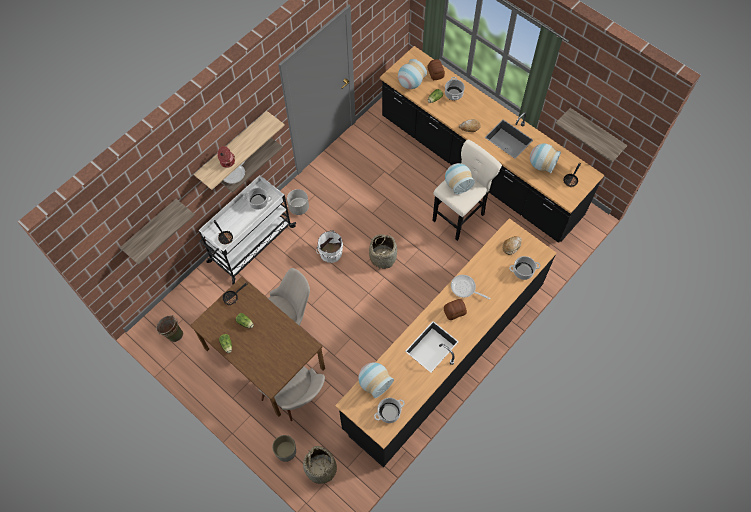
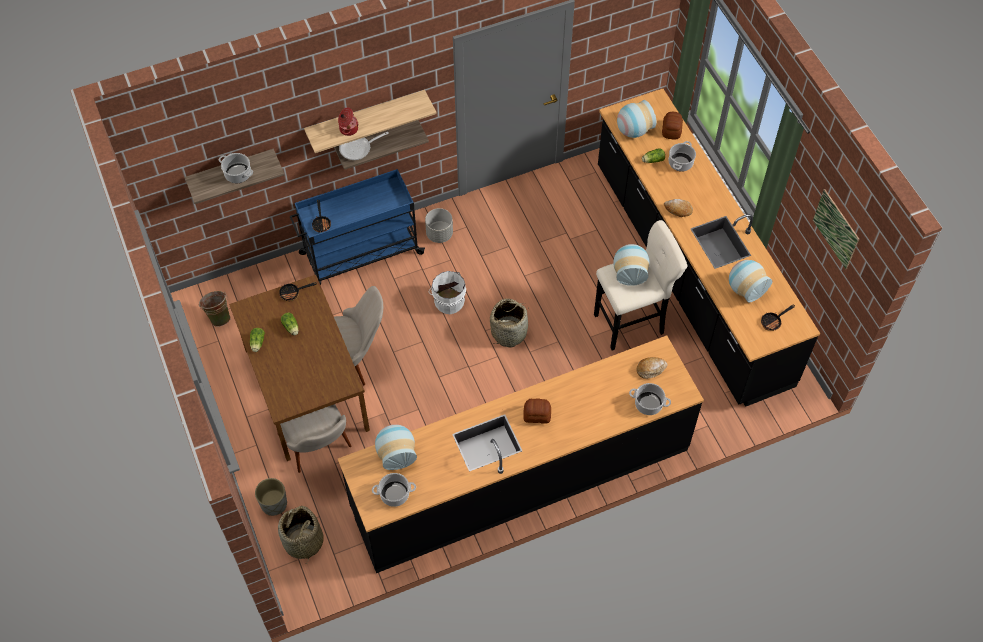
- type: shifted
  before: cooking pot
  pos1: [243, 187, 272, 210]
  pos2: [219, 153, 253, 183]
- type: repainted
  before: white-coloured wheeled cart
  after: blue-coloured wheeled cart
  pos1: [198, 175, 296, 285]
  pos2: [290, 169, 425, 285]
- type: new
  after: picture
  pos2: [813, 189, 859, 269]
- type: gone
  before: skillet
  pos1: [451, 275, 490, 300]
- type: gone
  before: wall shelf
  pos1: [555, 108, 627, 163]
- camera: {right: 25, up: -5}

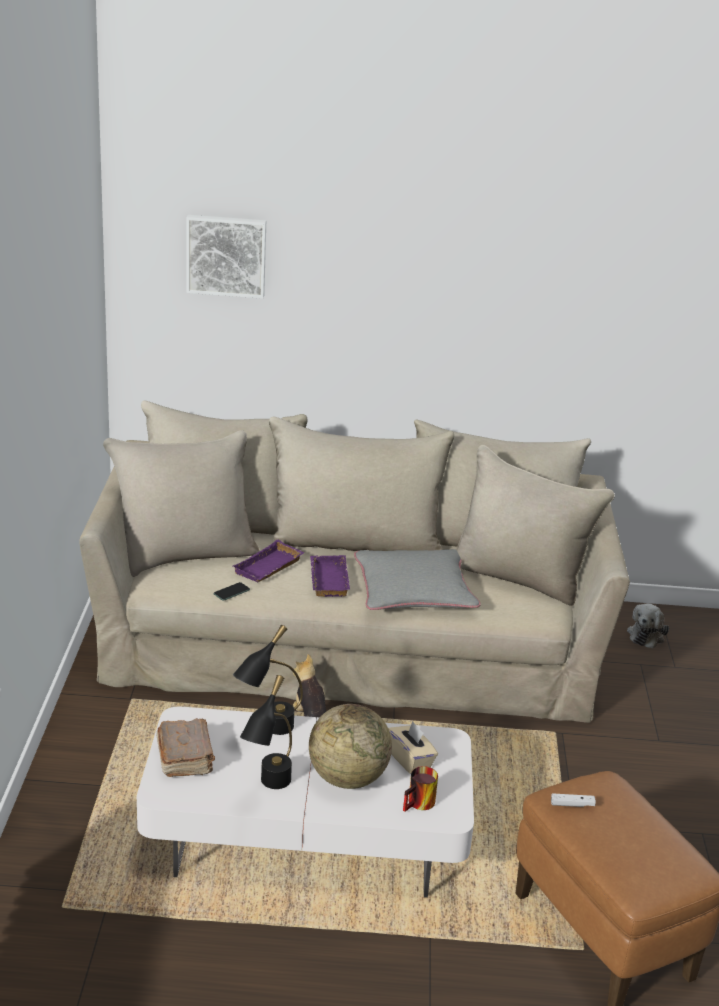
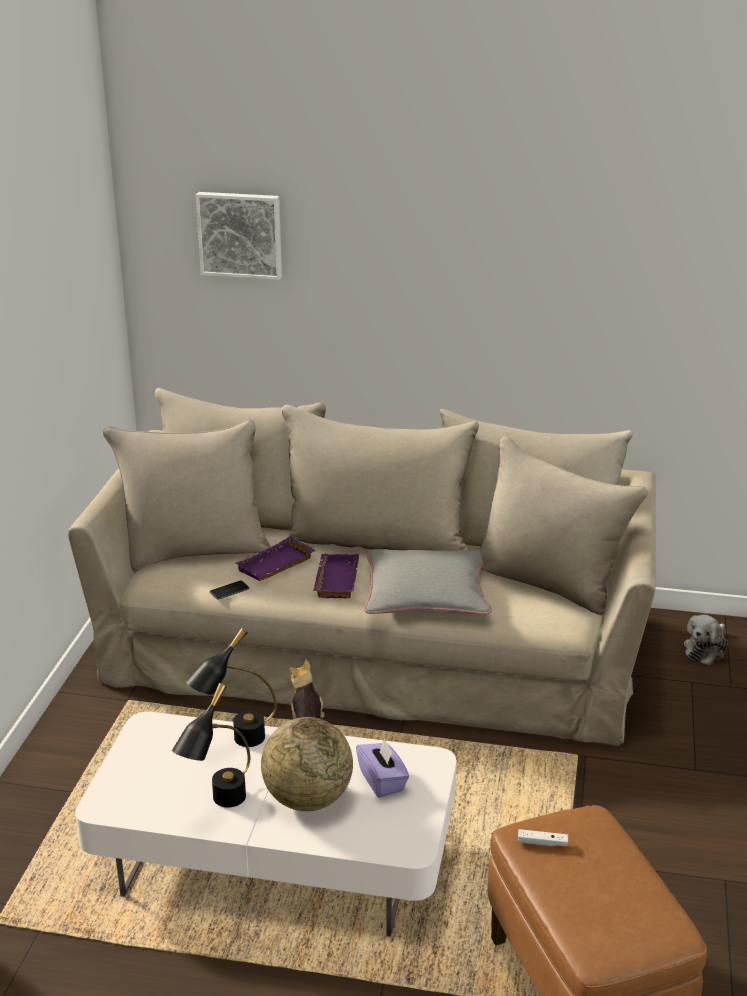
- type: repainted
  before: sand-coloured tissue box
  after: purplish tissue box
  pos1: [388, 721, 438, 774]
  pos2: [356, 738, 409, 798]
- type: gone
  before: brown bound book
  pos1: [156, 718, 215, 777]
- type: gone
  before: coffee mug
  pos1: [403, 766, 438, 812]
- camera: {right: 10, up: 0}

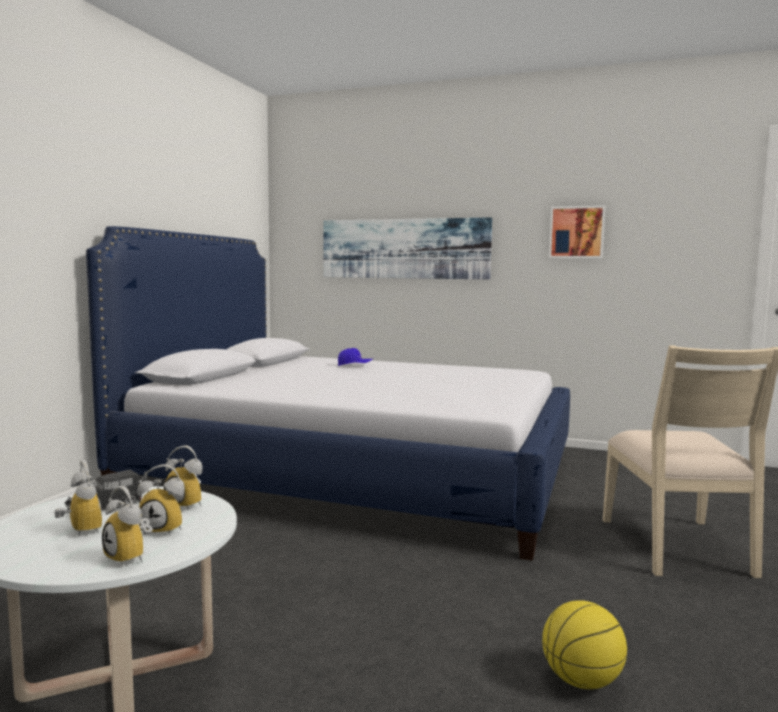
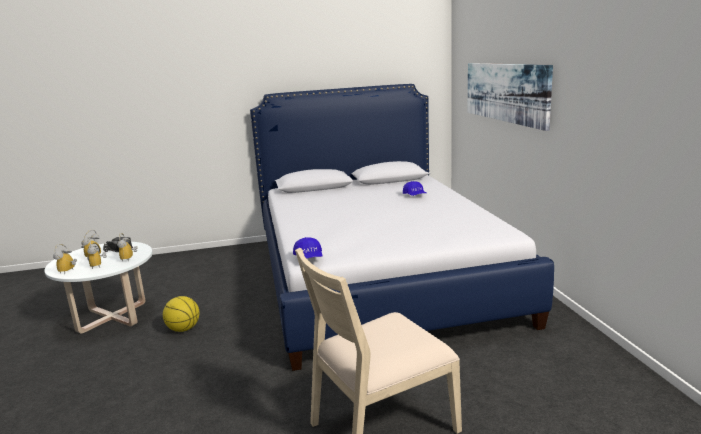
- type: shifted
  before: basketball
  pos1: [542, 600, 627, 689]
  pos2: [163, 296, 200, 332]
- type: new
  after: blue-coloured baseball cap
  pos2: [293, 237, 323, 259]
- type: gone
  before: picture
  pos1: [549, 205, 605, 258]
- camera: {right: 60, up: 10}

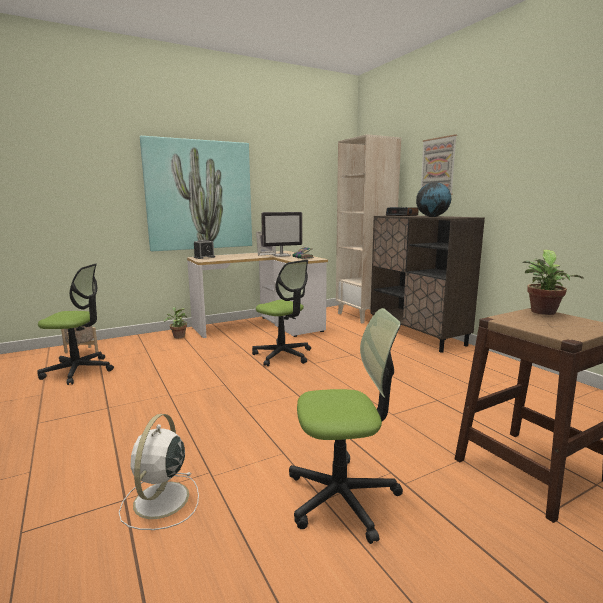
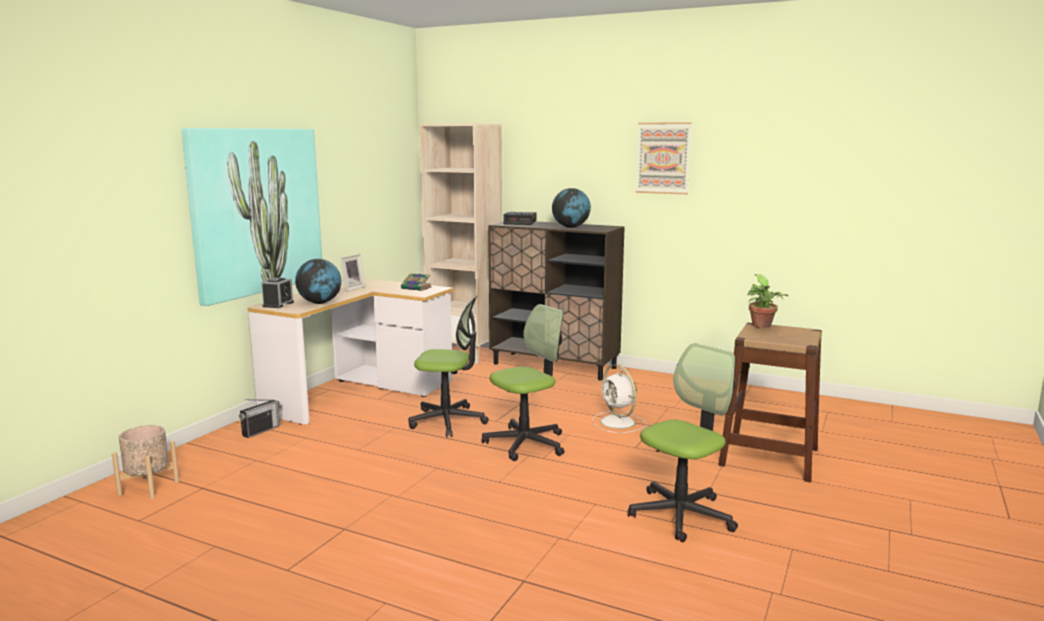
- type: swapped
  before: plant in a pot
  after: radio set
  pos1: [164, 307, 187, 338]
  pos2: [239, 399, 281, 438]
- type: new
  after: globe
  pos2: [295, 259, 341, 304]
- type: shifted
  before: office chair
  pos1: [37, 263, 114, 385]
  pos2: [481, 304, 565, 461]
- type: shifted
  before: white-coloured fan
  pos1: [119, 414, 199, 530]
  pos2: [592, 364, 646, 433]
- type: shifted
  before: picture
  pos1: [421, 134, 457, 195]
  pos2: [636, 122, 691, 194]
- type: gone
  before: monitor
  pos1: [261, 212, 302, 257]
- camera: {right: -35, up: 0}

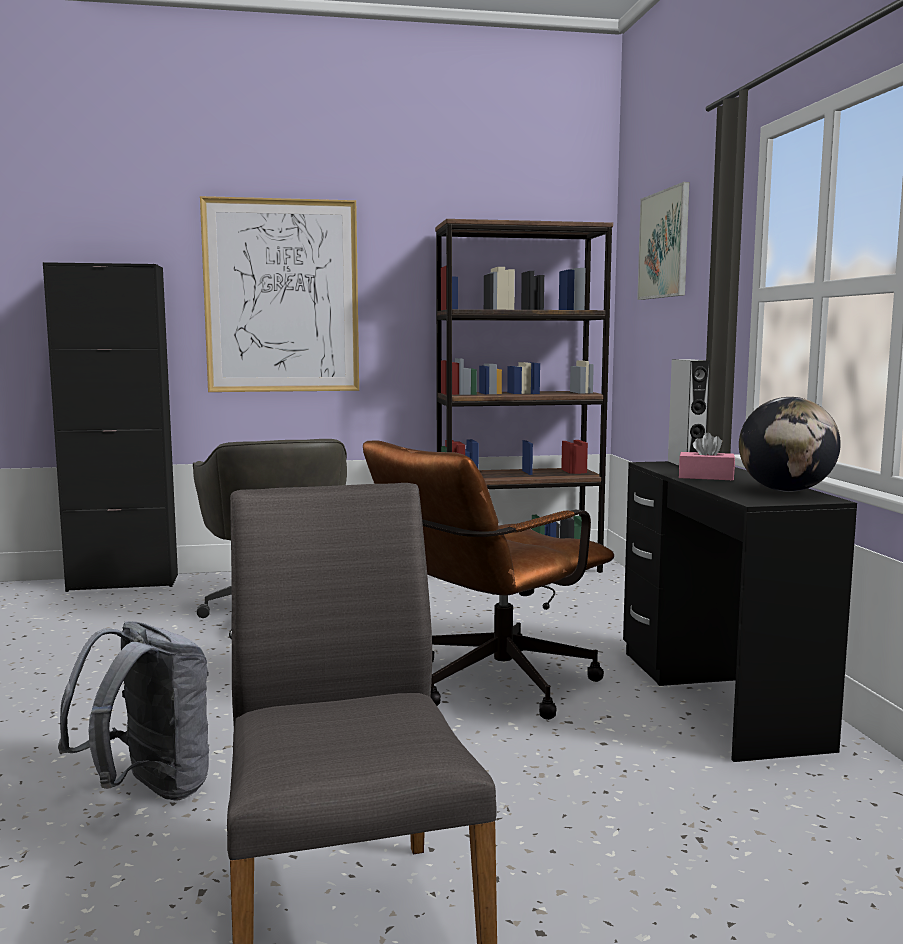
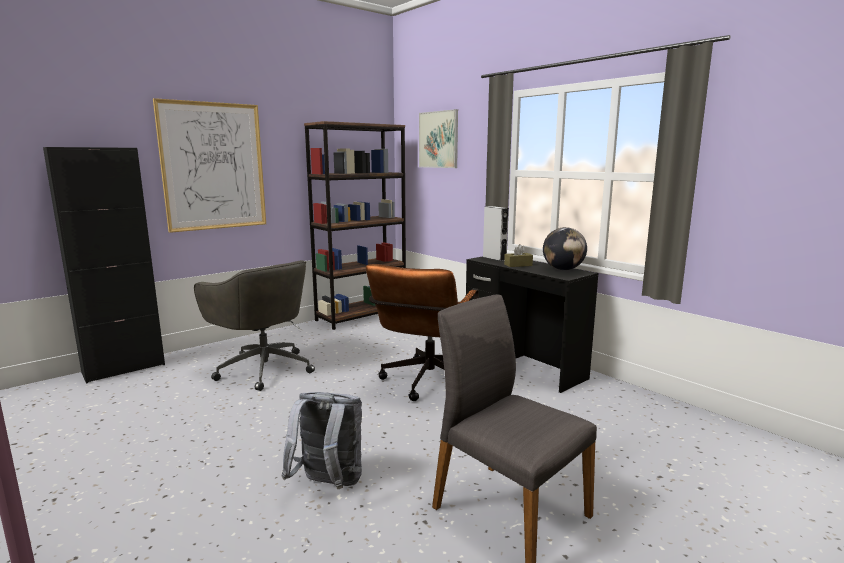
- type: repainted
  before: pink tissue box
  after: brown tissue box
  pos1: [679, 433, 735, 480]
  pos2: [504, 244, 533, 267]
- camera: {right: -30, up: 5}

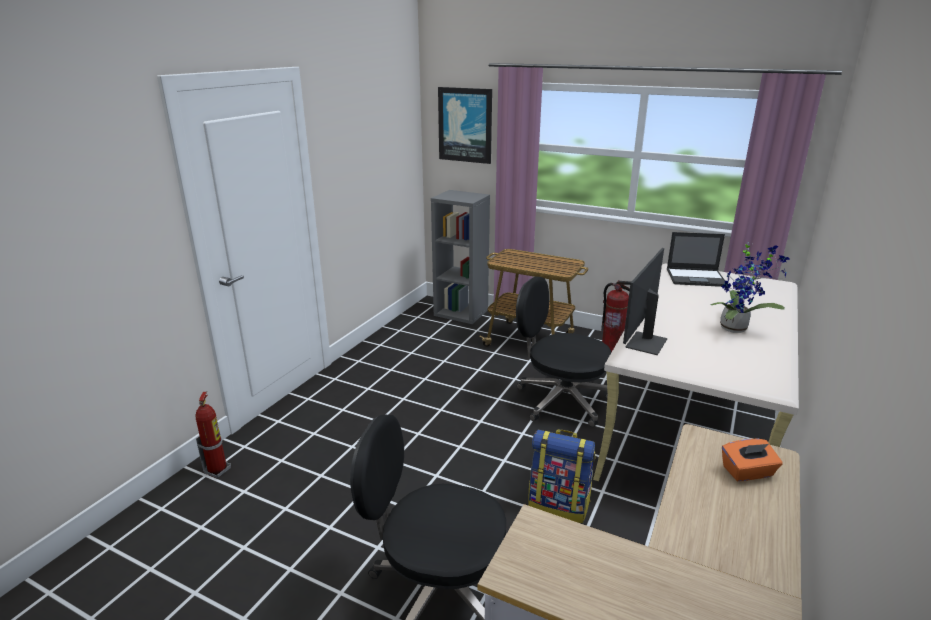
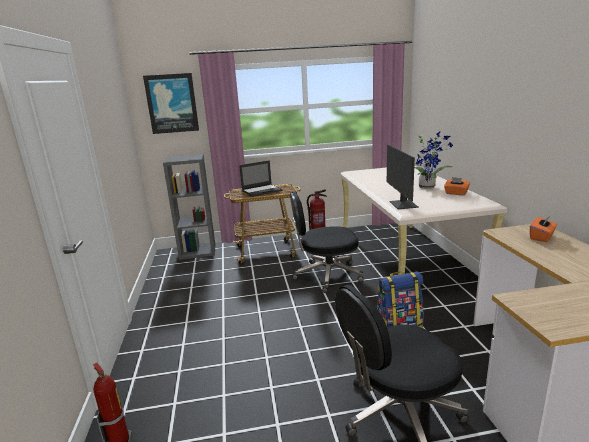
- type: shifted
  before: portable computer
  pos1: [667, 232, 725, 287]
  pos2: [239, 160, 282, 197]
- type: new
  after: orange tissue box
  pos2: [444, 177, 470, 196]
- camera: {right: -35, up: -5}

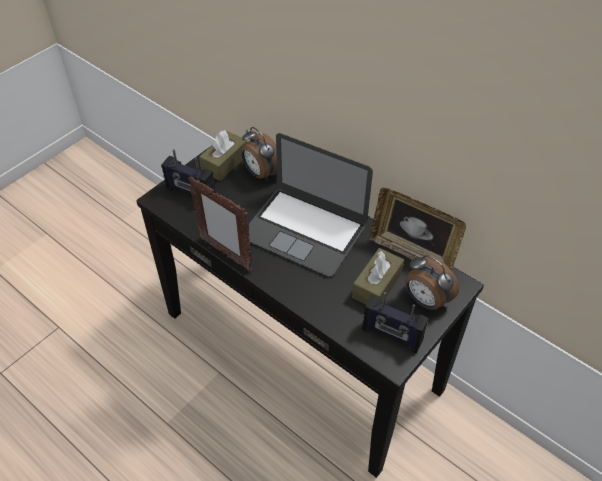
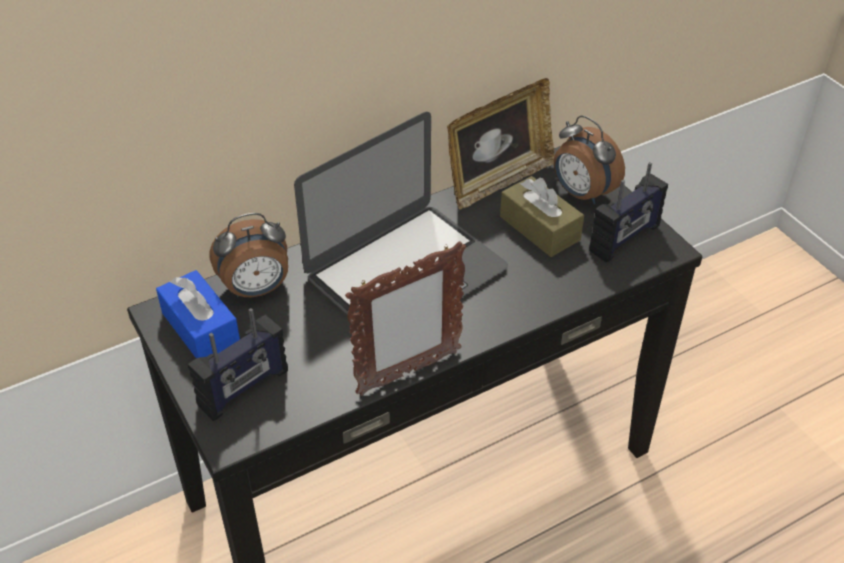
- type: repainted
  before: brown tissue box
  after: blue-coloured tissue box
  pos1: [199, 130, 247, 181]
  pos2: [156, 270, 240, 359]
- type: rotated
  before: bedside clock
  pos1: [405, 255, 459, 310]
  pos2: [554, 115, 625, 204]
  turn: 75
- camera: {right: -70, up: -5}

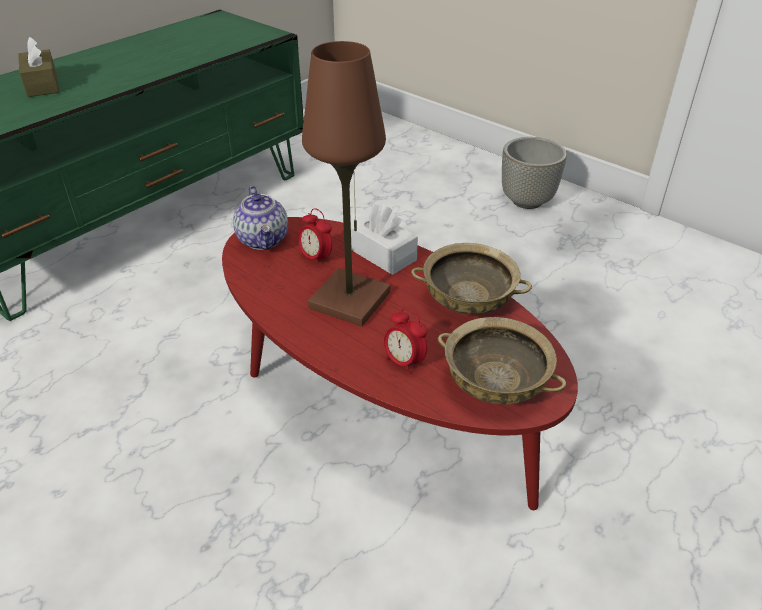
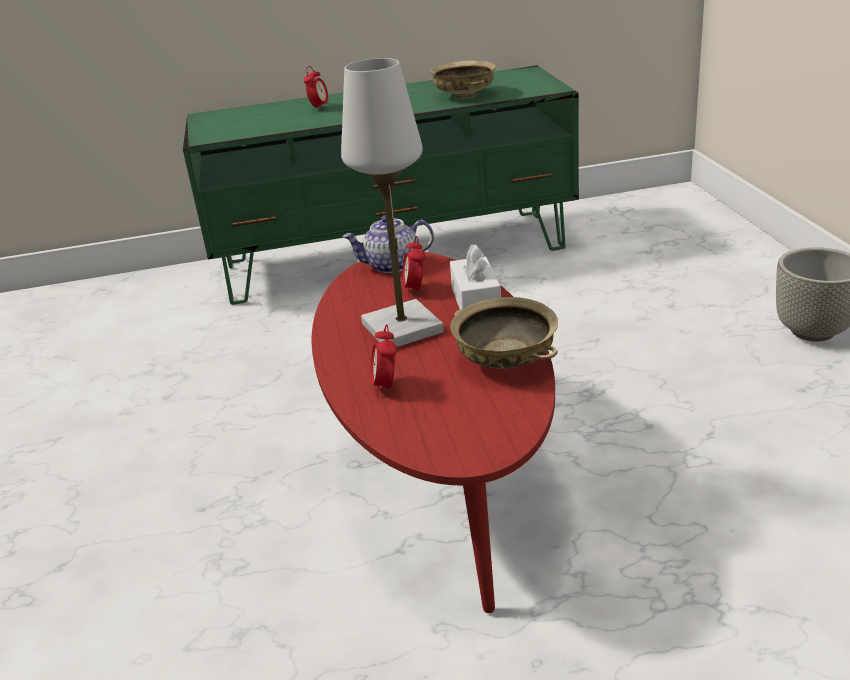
- type: swapped
  before: brown tissue box
  after: bedside clock
  pos1: [18, 36, 60, 97]
  pos2: [304, 66, 329, 110]
- type: repainted
  before: brown lamp for a table
  after: white-coloured lamp for a table
  pos1: [302, 41, 390, 327]
  pos2: [341, 58, 444, 347]
- type: rotated
  before: teapot
  pos1: [233, 186, 288, 250]
  pos2: [342, 215, 434, 273]
  turn: 60
- type: shifted
  before: sand-coloured bowl
  pos1: [438, 317, 566, 405]
  pos2: [430, 60, 496, 99]
- camera: {right: 40, up: -10}

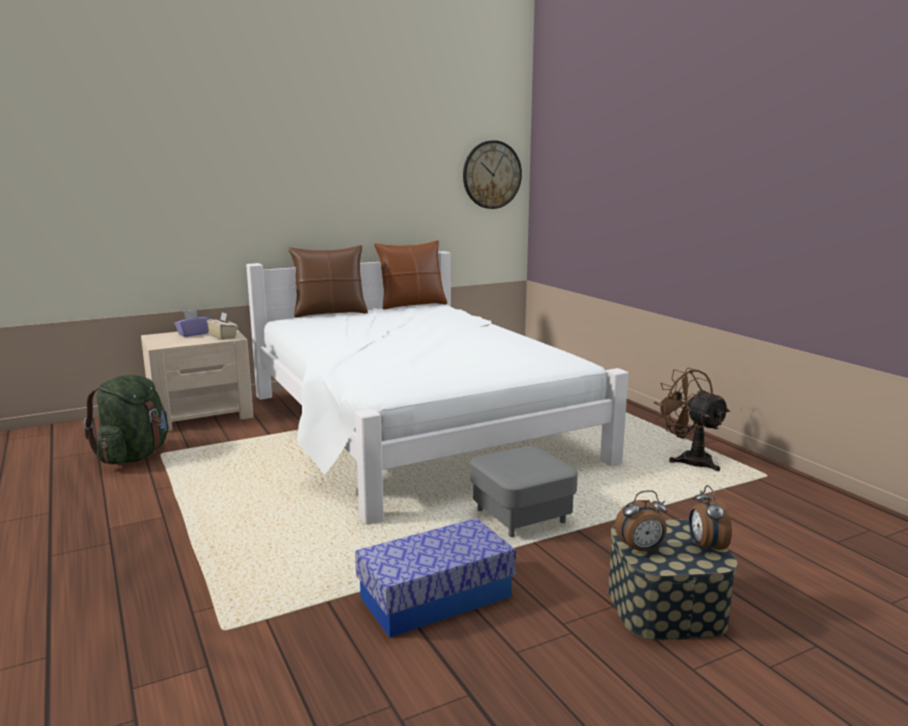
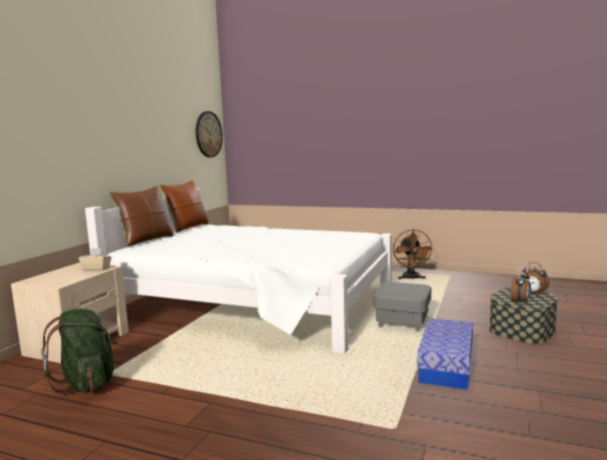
- type: rotated
  before: brown fan
  pos1: [654, 368, 730, 471]
  pos2: [393, 229, 432, 280]
  turn: -105
- type: gone
  before: purplish tissue box
  pos1: [174, 310, 210, 337]
- camera: {right: -40, up: -5}

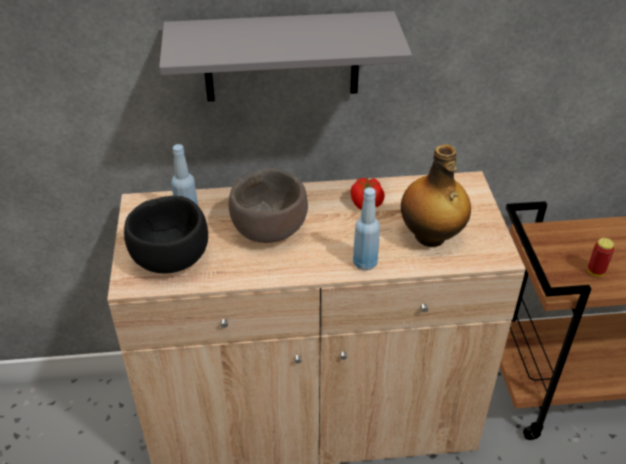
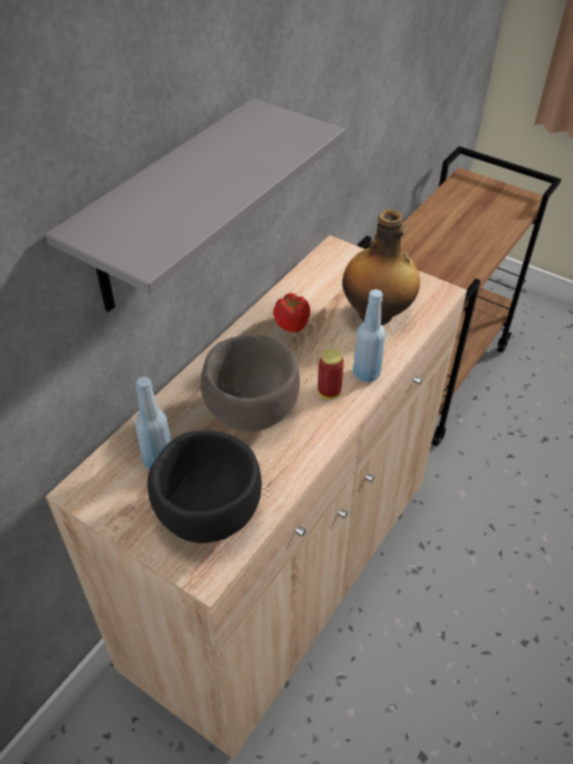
- type: shifted
  before: sealed can
  pos1: [588, 238, 614, 276]
  pos2: [318, 349, 344, 399]
- camera: {right: -50, up: 5}

